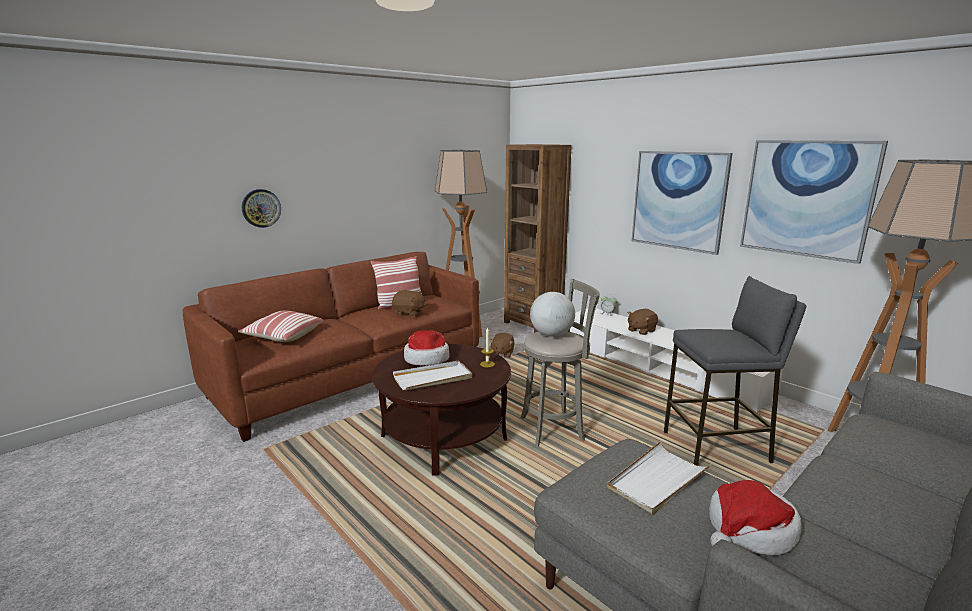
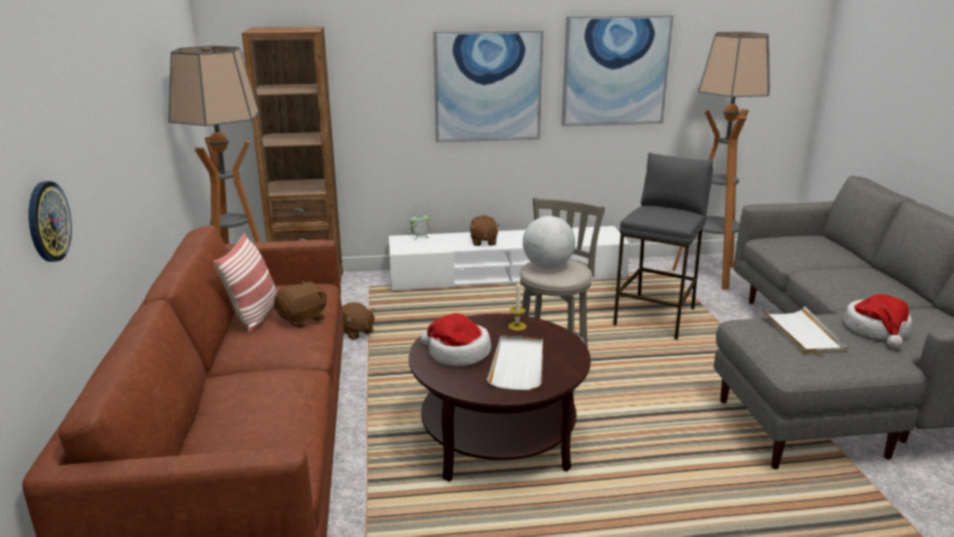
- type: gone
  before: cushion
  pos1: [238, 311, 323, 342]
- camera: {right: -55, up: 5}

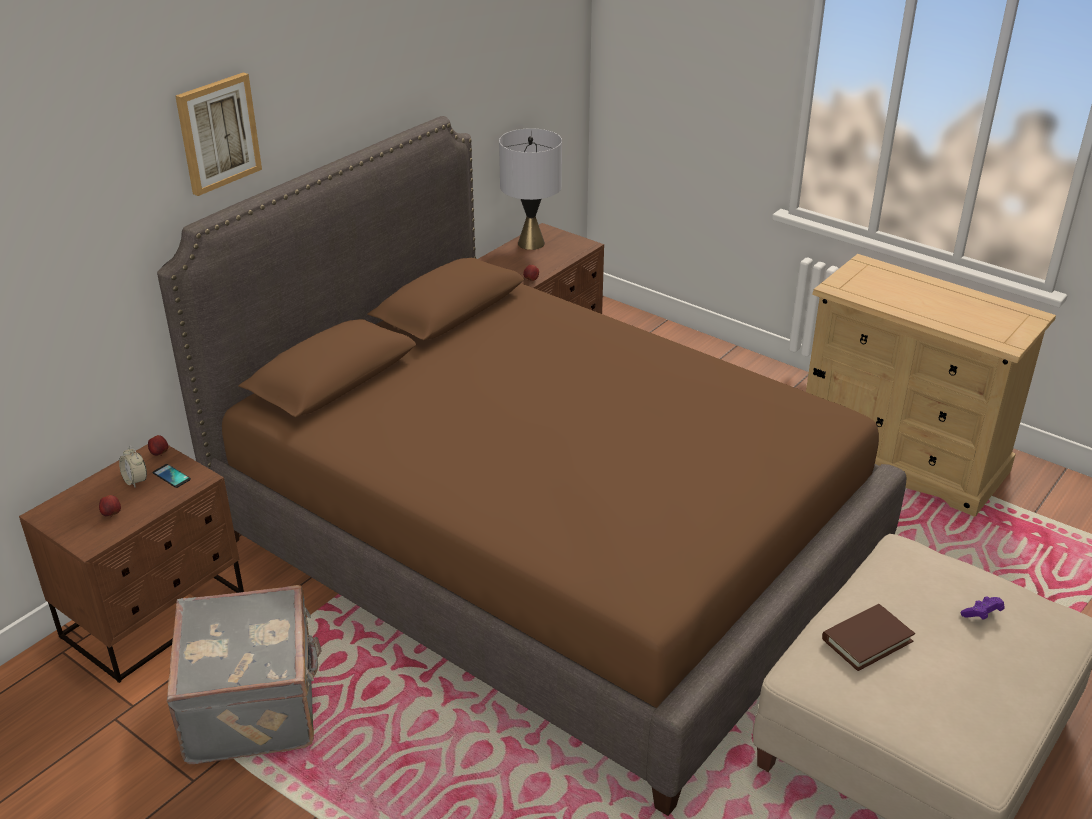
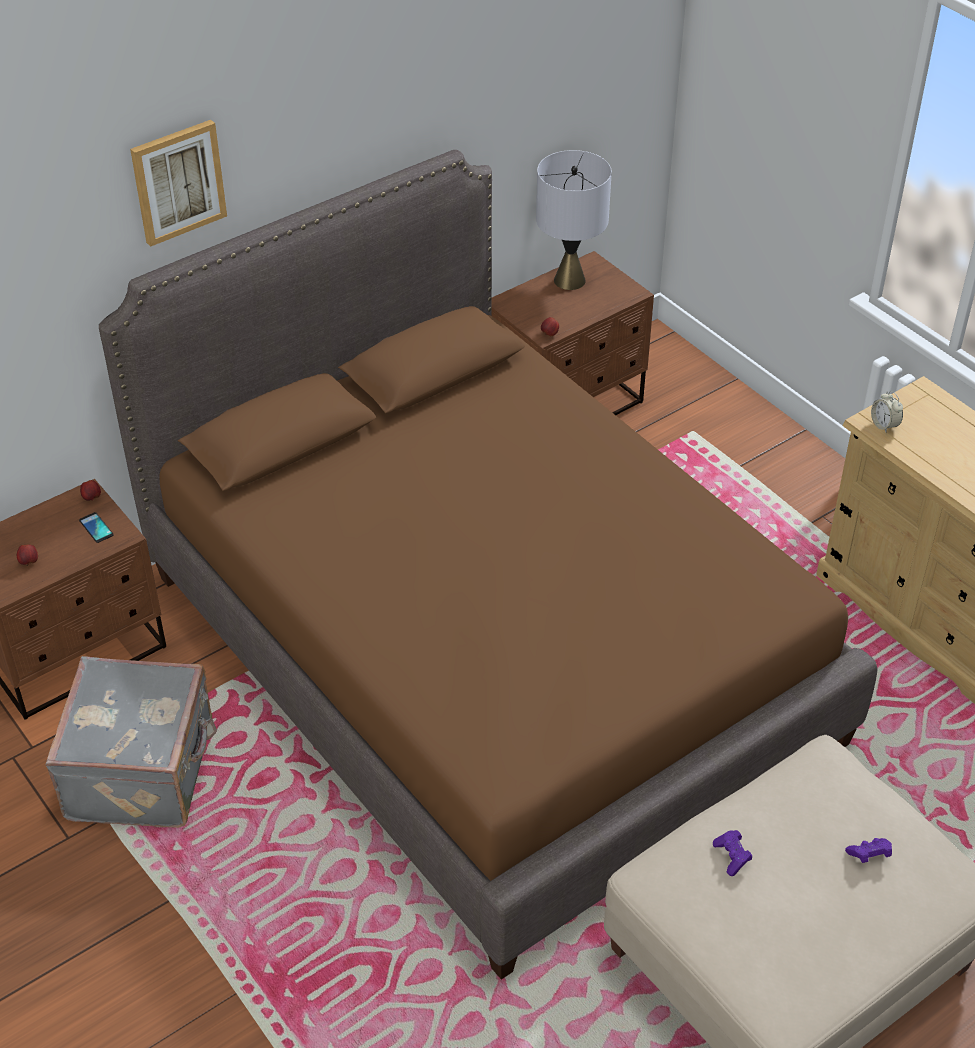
- type: swapped
  before: brown bound book
  after: purplish gamepad
  pos1: [822, 604, 915, 671]
  pos2: [713, 830, 753, 876]
- type: shifted
  before: bedside clock
  pos1: [119, 446, 147, 488]
  pos2: [871, 391, 903, 432]
- camera: {right: 15, up: 10}

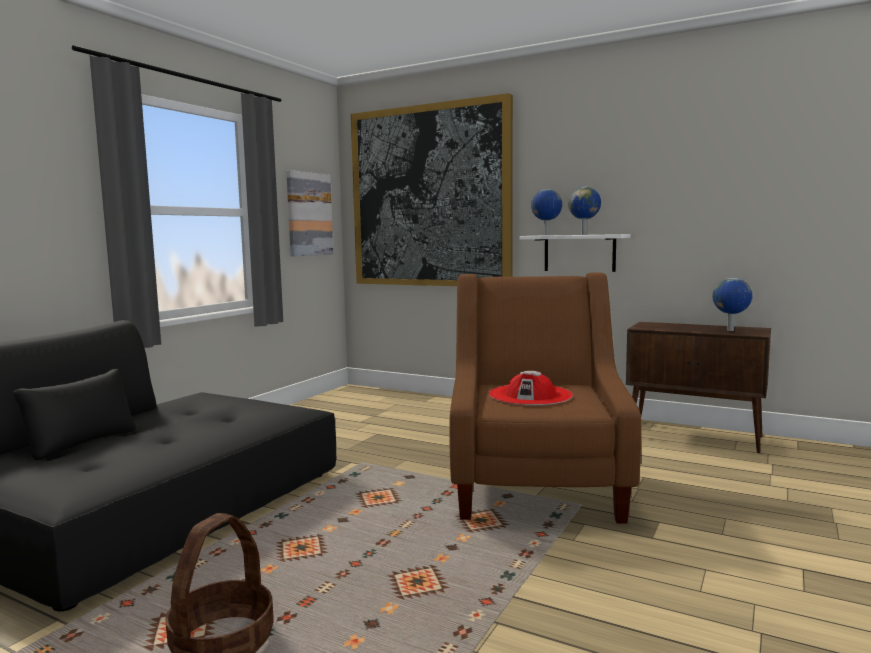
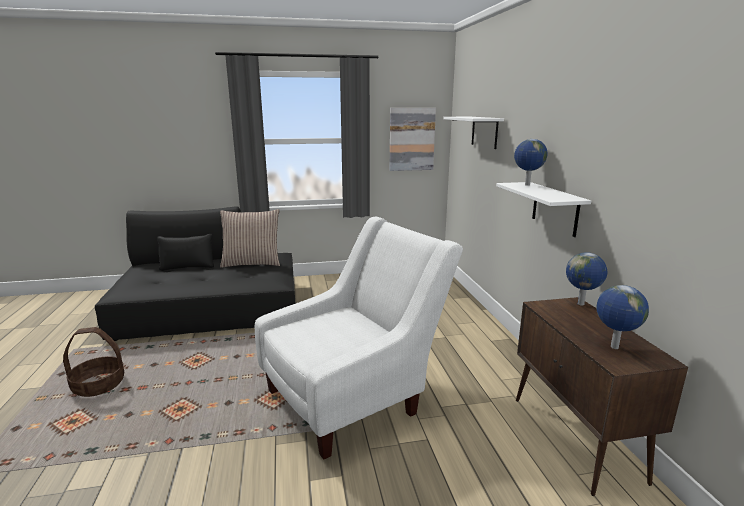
- type: new
  after: cushion
  pos2: [220, 209, 280, 268]
- type: repainted
  before: brown lounge chair
  after: white-coloured lounge chair
  pos1: [449, 272, 641, 524]
  pos2: [255, 217, 463, 459]
- type: swapped
  before: picture
  after: white-coloured wall shelf
  pos1: [351, 93, 513, 286]
  pos2: [443, 117, 504, 149]
- type: shifted
  before: globe
  pos1: [568, 187, 601, 235]
  pos2: [566, 252, 607, 306]
- type: gone
  before: reddish hat
  pos1: [489, 371, 573, 406]
- camera: {right: 50, up: 10}

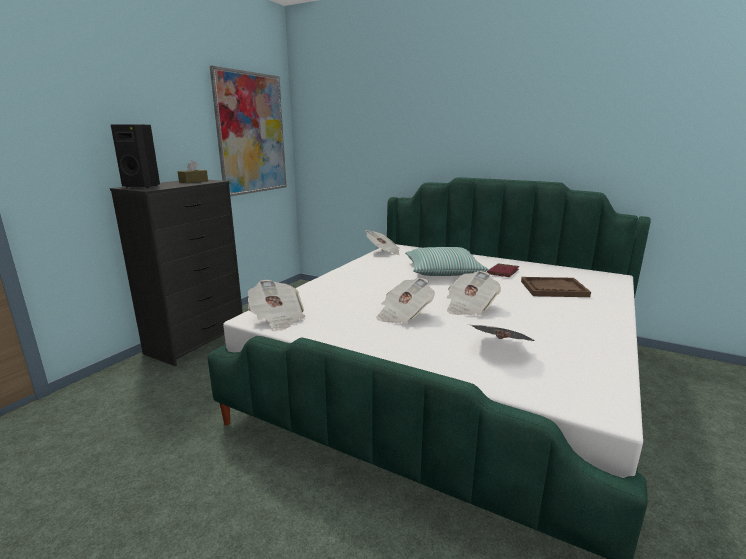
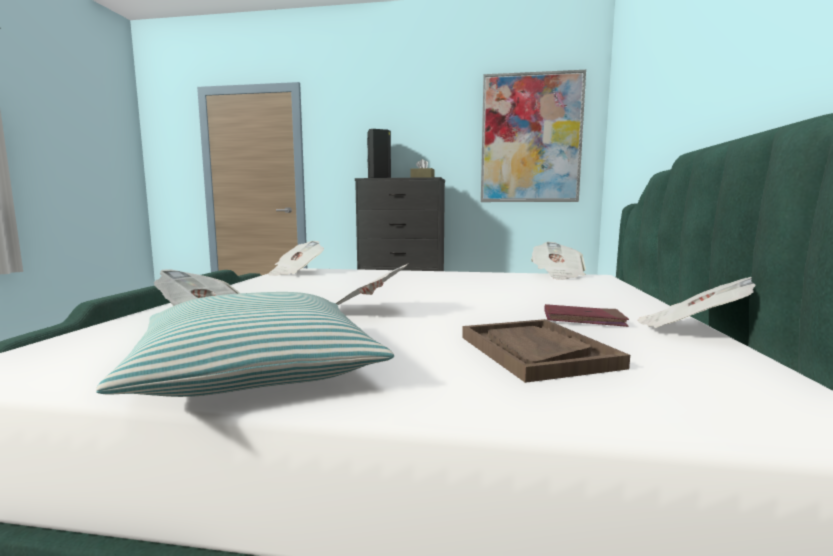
- type: shifted
  before: cushion
  pos1: [405, 247, 489, 276]
  pos2: [96, 292, 394, 397]
- type: shifted
  before: daily paper
  pos1: [376, 278, 435, 324]
  pos2: [637, 277, 756, 328]
- camera: {right: 70, up: -10}

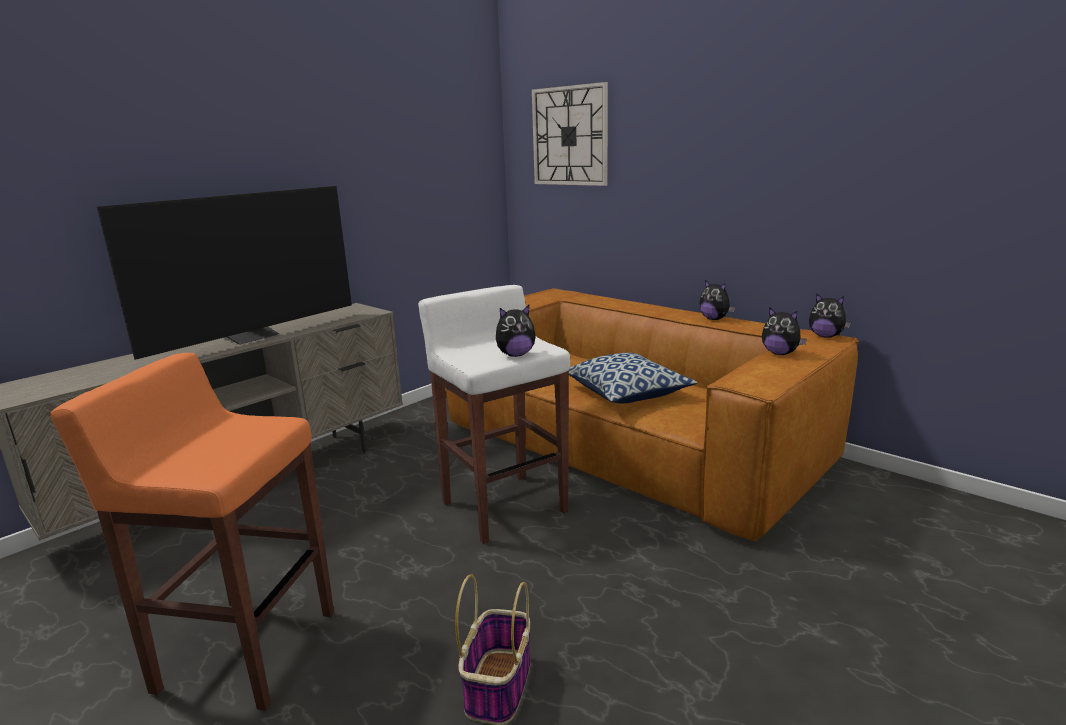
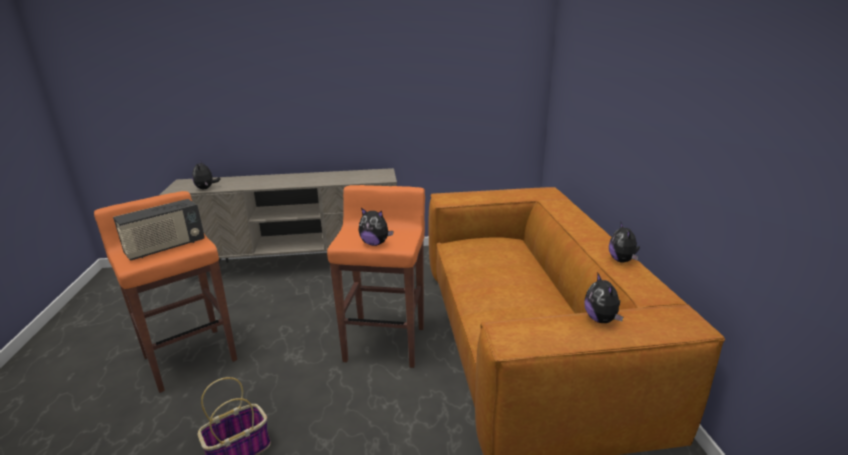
- type: new
  after: radio set
  pos2: [113, 199, 205, 261]
- type: shifted
  before: plush toy
  pos1: [809, 293, 851, 338]
  pos2: [192, 160, 220, 189]
- type: repainted
  before: white-coloured stool seat
  after: orange stool seat
  pos1: [418, 285, 570, 544]
  pos2: [327, 185, 425, 368]
- type: gone
  before: TV
  pos1: [97, 186, 352, 360]
- type: gone
  before: wall clock
  pos1: [532, 82, 608, 186]
- type: gone
  before: cushion
  pos1: [569, 353, 697, 404]
- camera: {right: 40, up: 5}

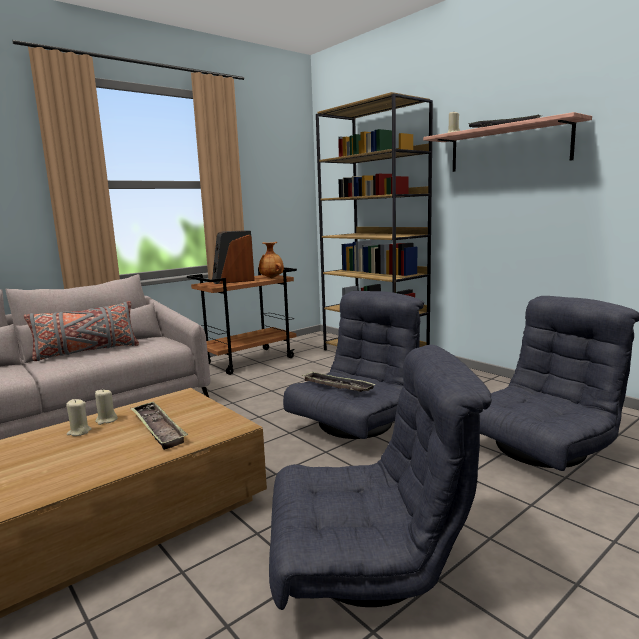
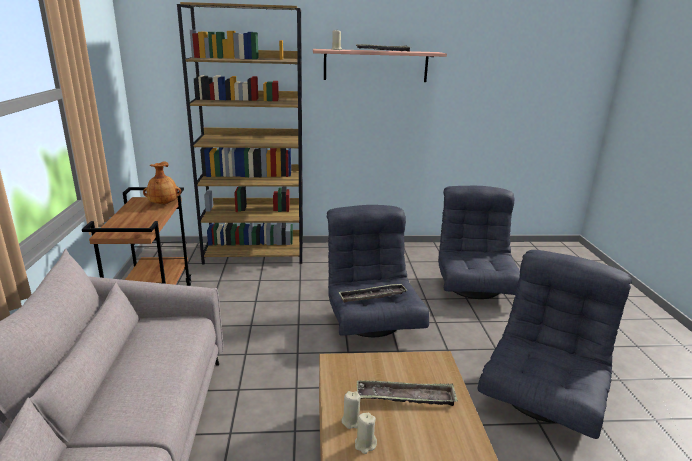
- type: gone
  before: grey cushion
  pos1: [24, 301, 139, 361]
- type: gone
  before: audio speaker
  pos1: [212, 230, 255, 284]
- camera: {right: -55, up: 10}

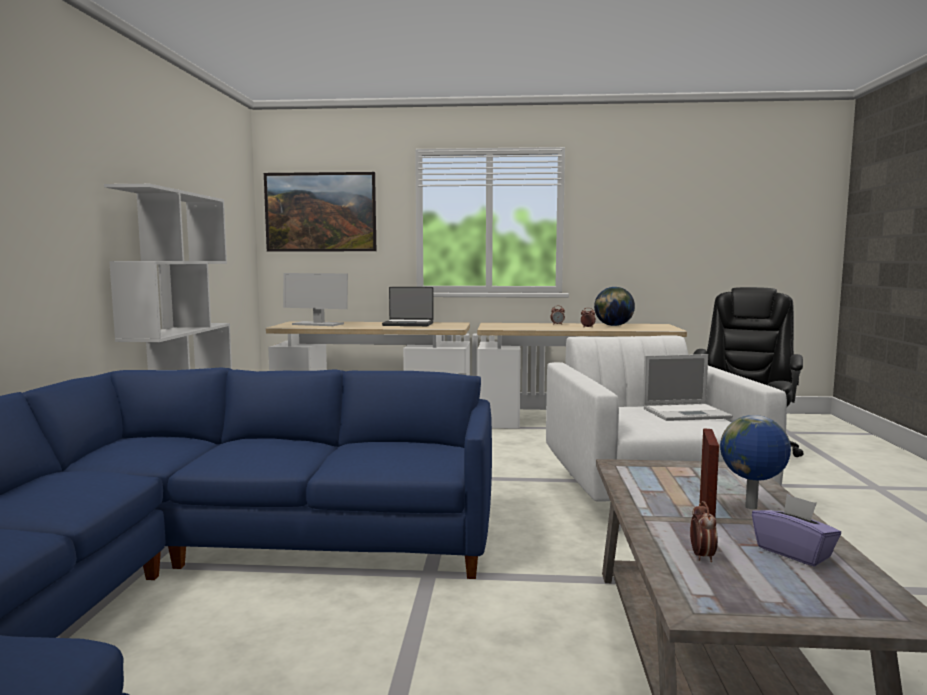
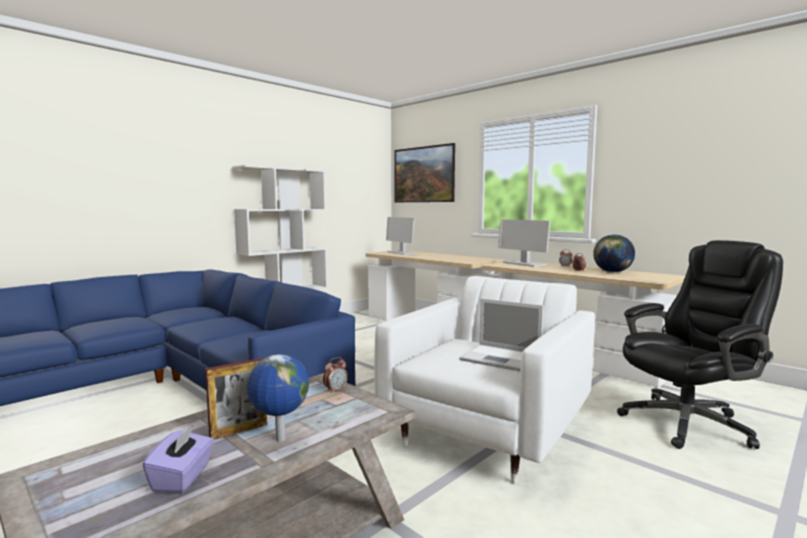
- type: shifted
  before: bedside clock
  pos1: [690, 501, 718, 562]
  pos2: [323, 357, 348, 393]
- type: new
  after: monitor
  pos2: [498, 219, 550, 267]
- type: gone
  before: portable computer
  pos1: [382, 287, 434, 326]
- camera: {right: 40, up: 0}

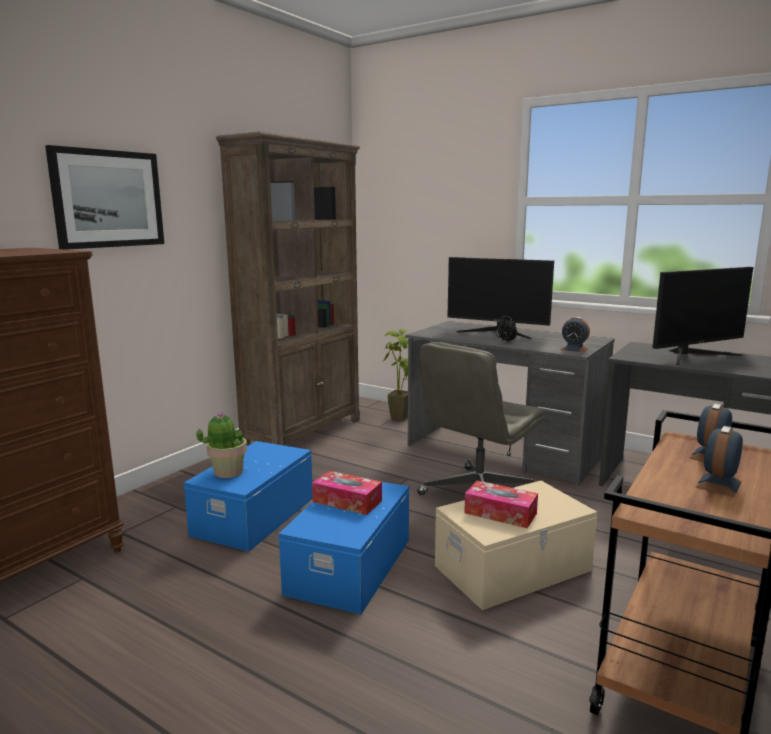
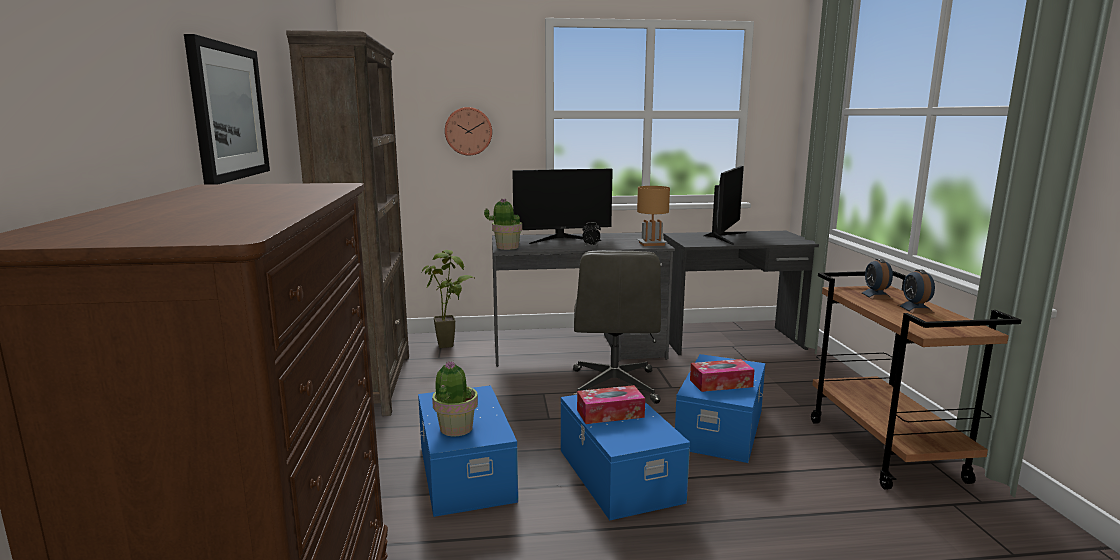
- type: new
  after: wall clock
  pos2: [445, 107, 492, 155]
- type: new
  after: plant in a pot
  pos2: [484, 198, 522, 250]
- type: swapped
  before: bedside clock
  after: brown lamp for a table
  pos1: [561, 317, 590, 353]
  pos2: [637, 186, 670, 246]
- type: repainted
  before: sand-coloured storage bin
  after: blue-coloured storage bin
  pos1: [435, 481, 597, 610]
  pos2: [675, 354, 765, 463]
- camera: {right: -40, up: 0}

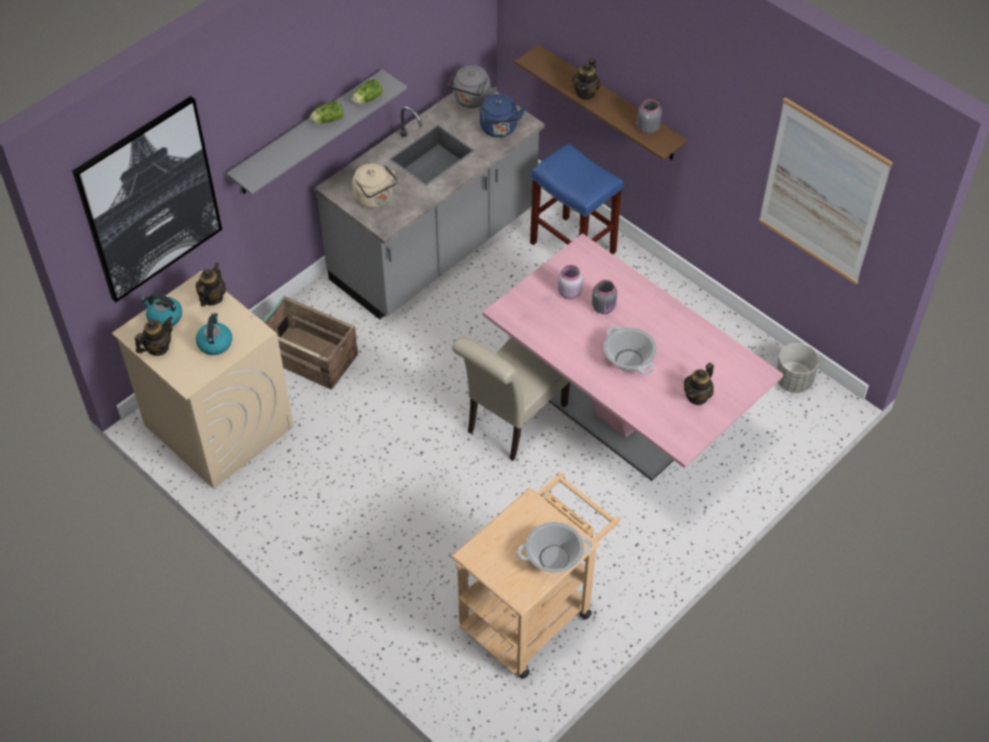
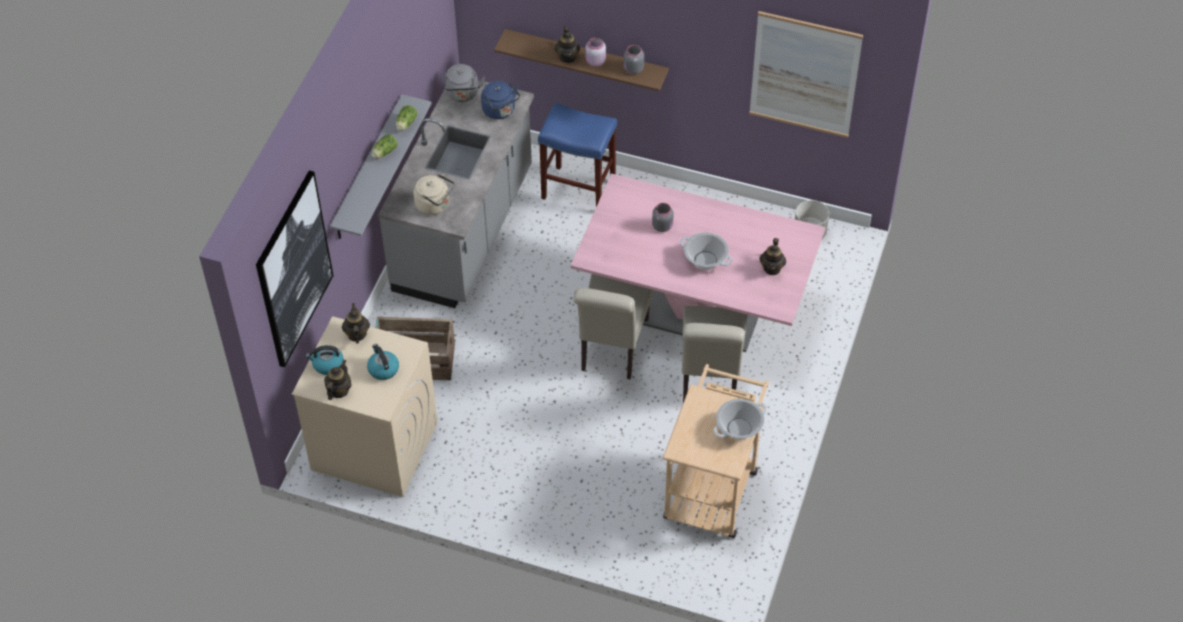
- type: shifted
  before: pink preserve jar
  pos1: [558, 265, 583, 299]
  pos2: [585, 37, 606, 67]
- type: new
  after: sand-coloured plain chair
  pos2: [682, 306, 748, 402]
- camera: {right: -25, up: 0}

